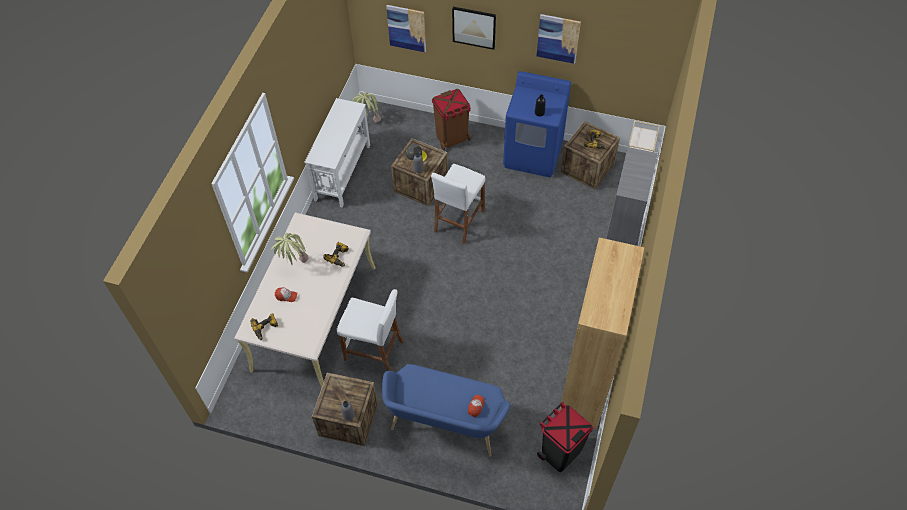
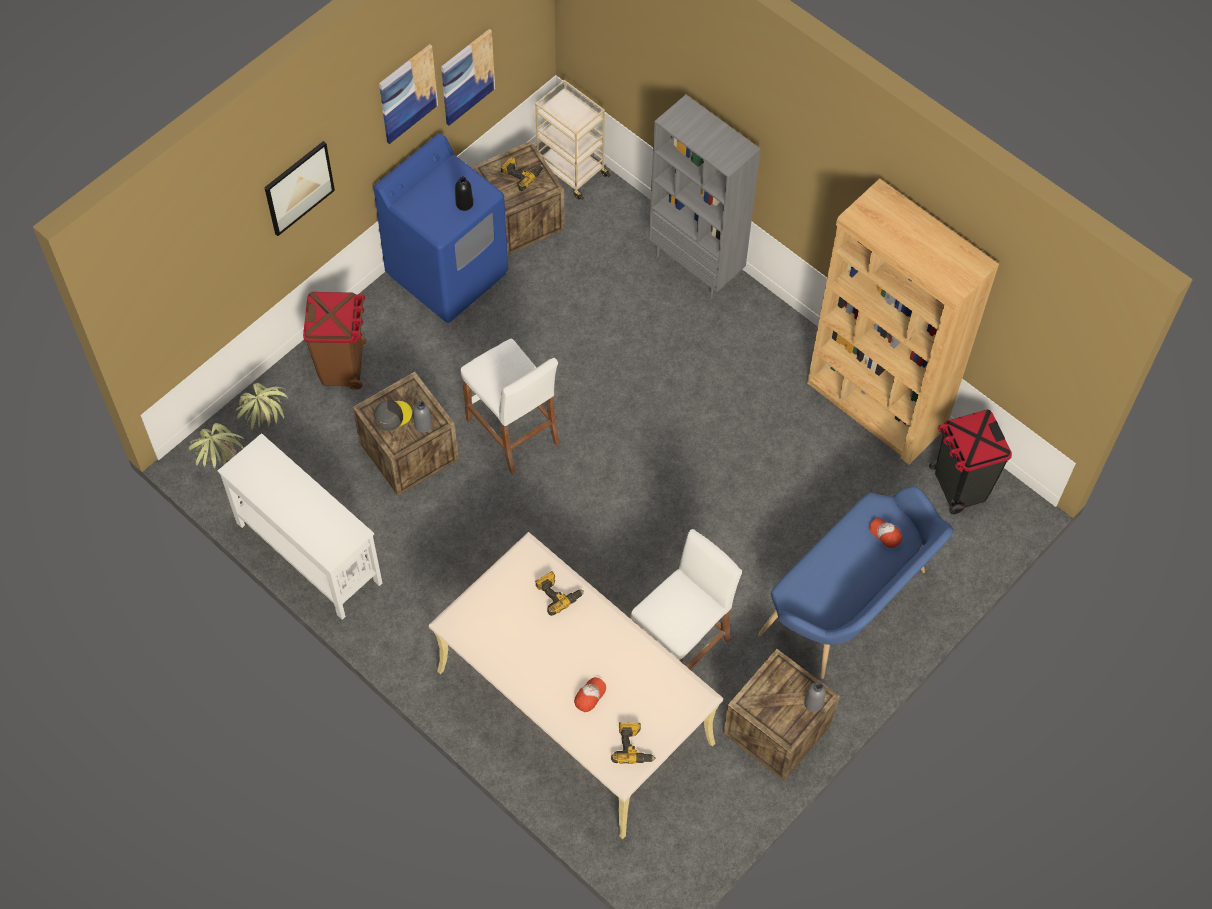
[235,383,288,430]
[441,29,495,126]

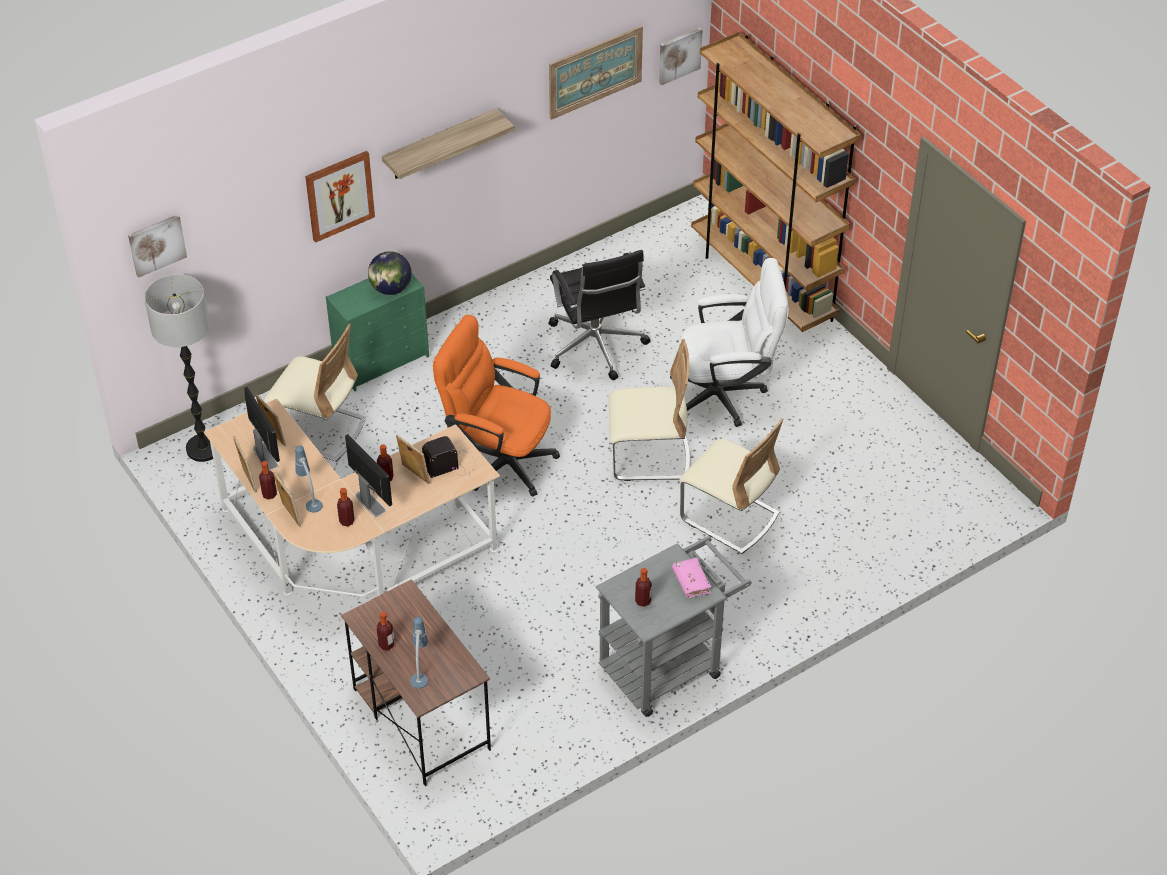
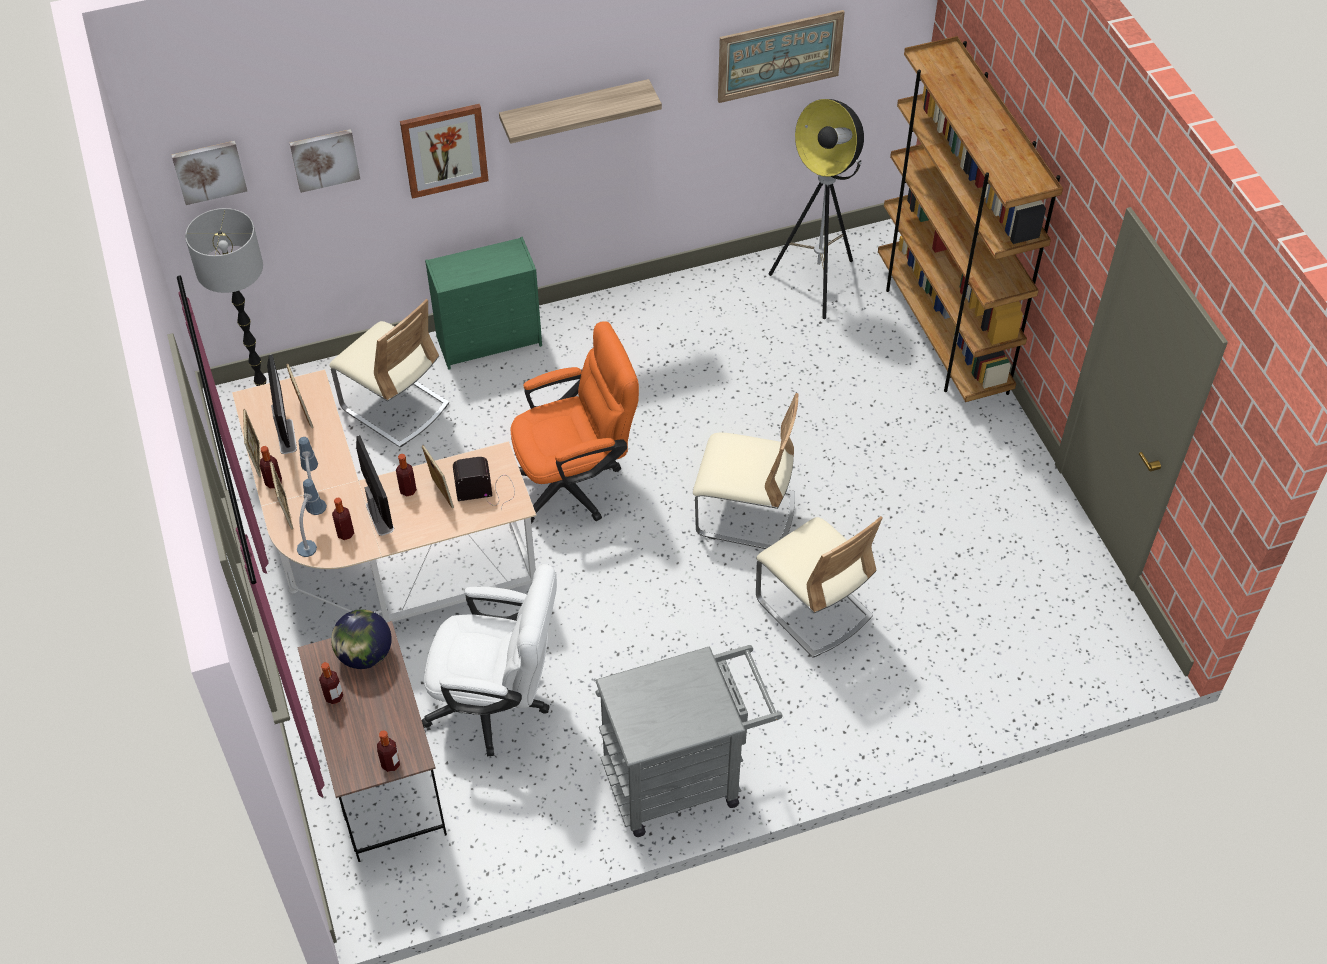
[331,609,392,669]
[297,479,323,557]
[510,321,639,524]
[548,250,651,380] (first image)
[377,730,400,772]
[290,129,360,193]
[422,564,557,756]
[672,558,711,598] (first image)
[769,99,864,319]

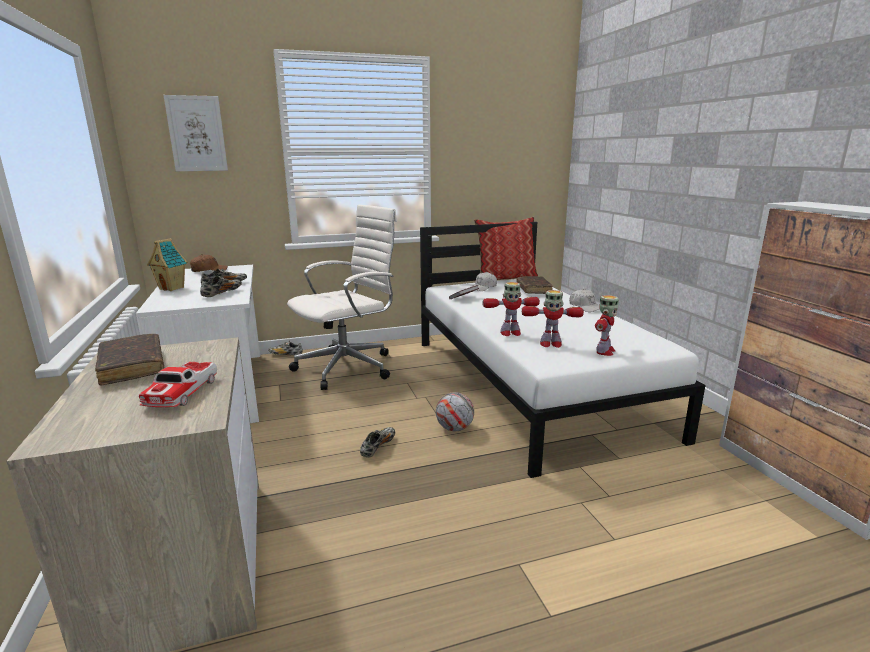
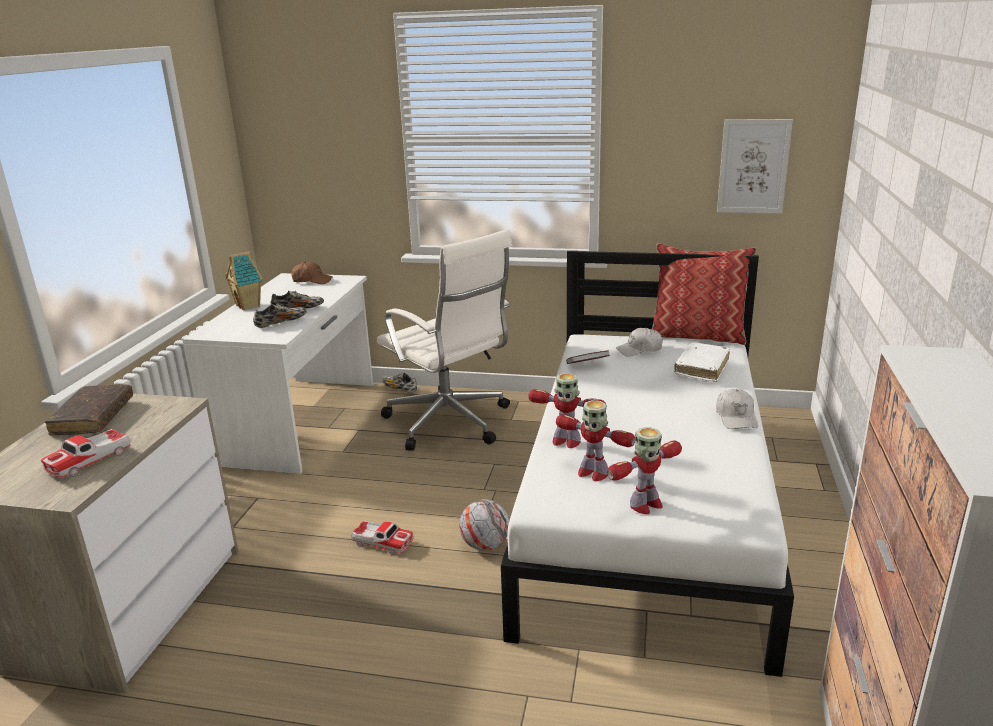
[717,119,793,214]
[377,229,512,451]
[351,521,414,555]
[674,343,730,382]

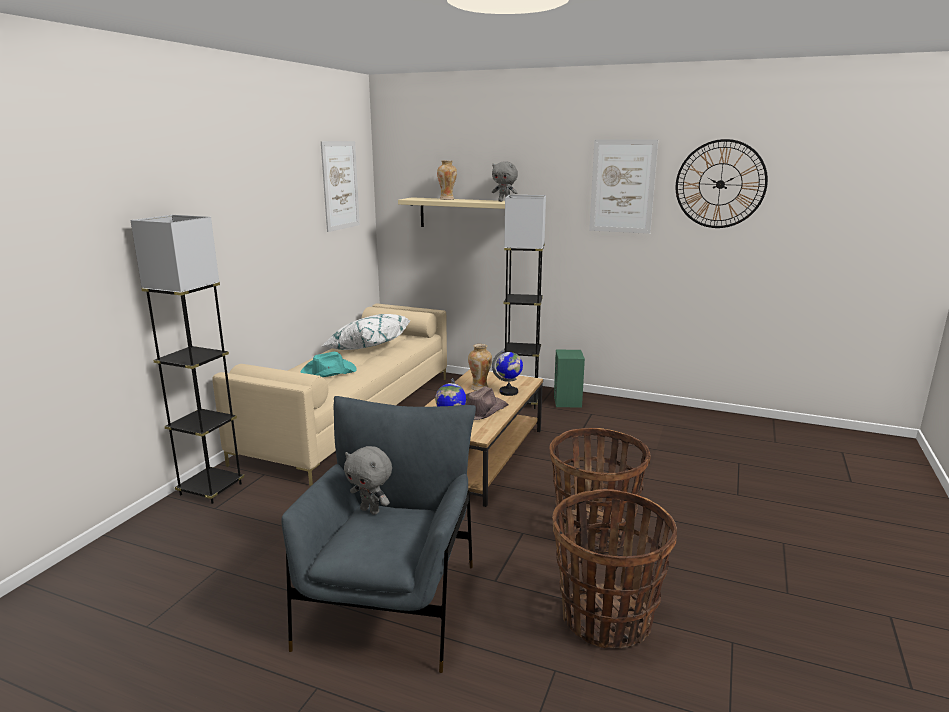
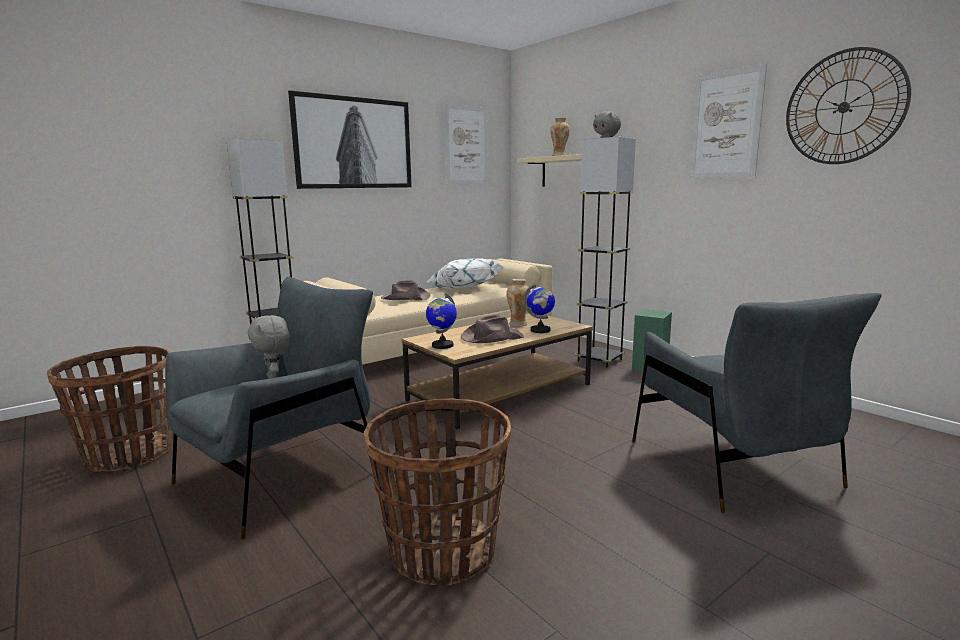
[381,280,430,300]
[47,346,171,472]
[288,90,412,189]
[632,293,881,513]

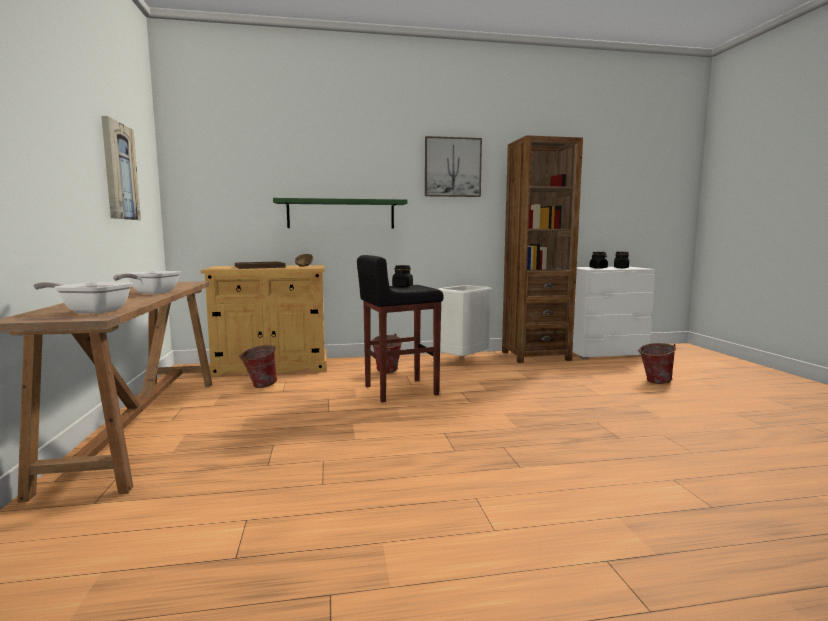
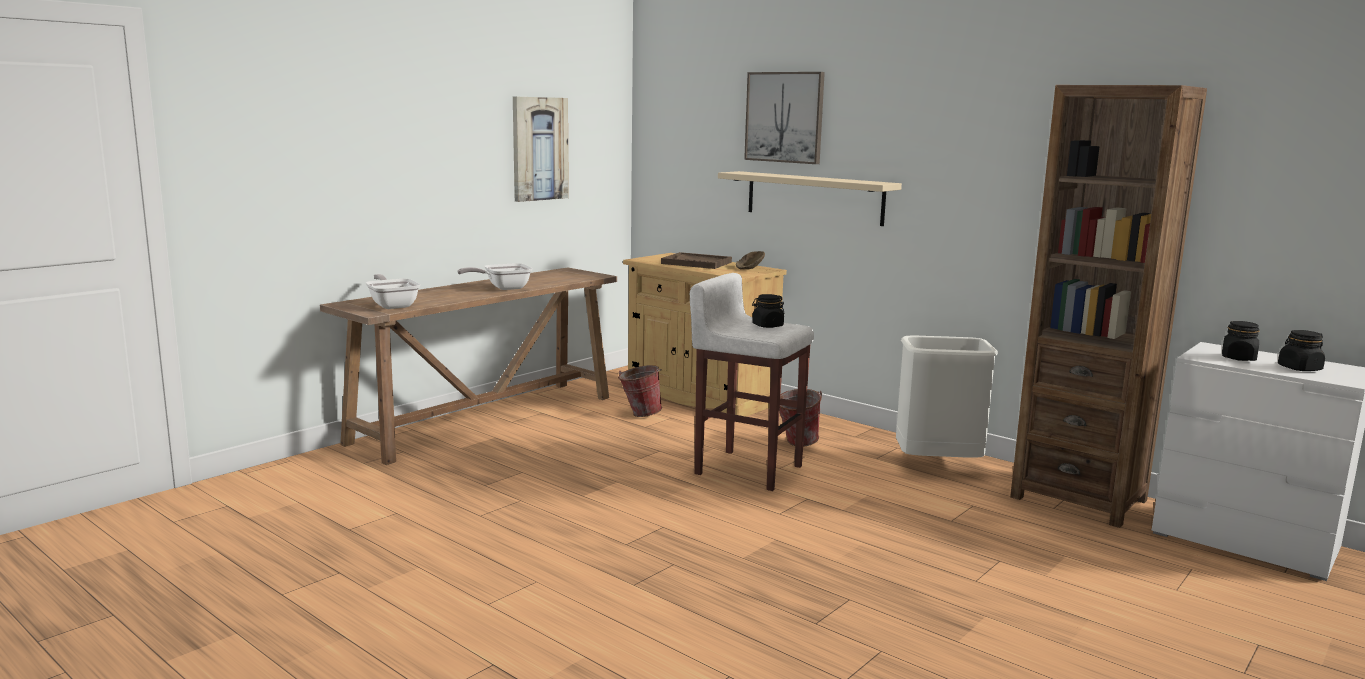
[718,171,902,226]
[690,273,814,491]
[744,72,825,164]
[637,343,676,384] (first image)

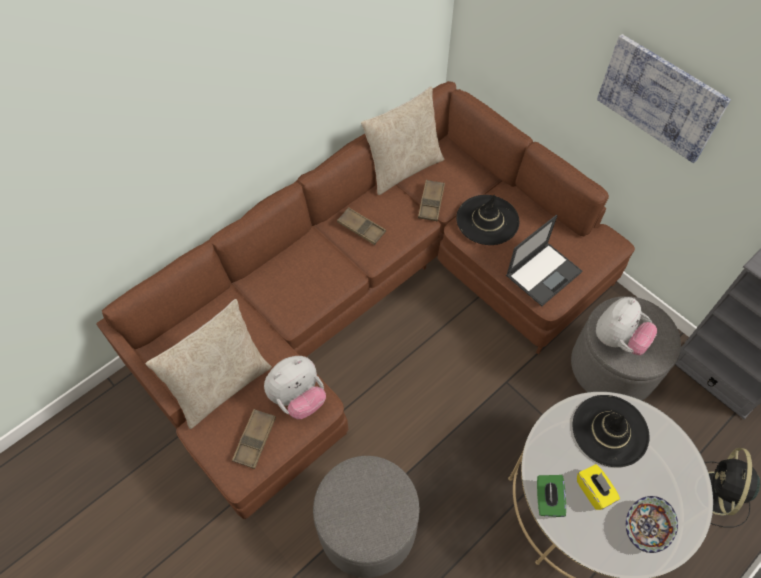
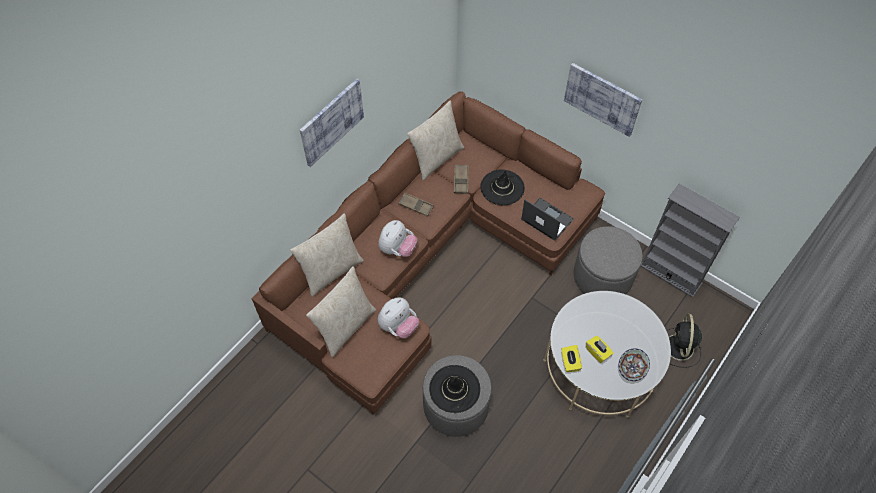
[232,409,276,469] (first image)
[521,198,574,241]
[562,345,582,372]
[429,365,480,413]
[378,220,417,257]
[290,213,364,296]
[300,79,364,167]

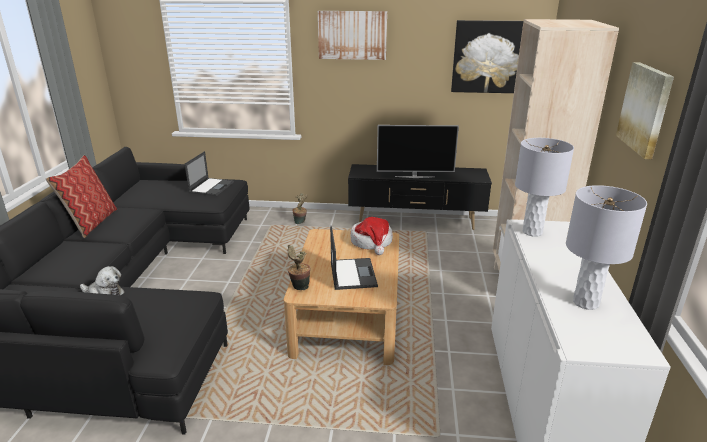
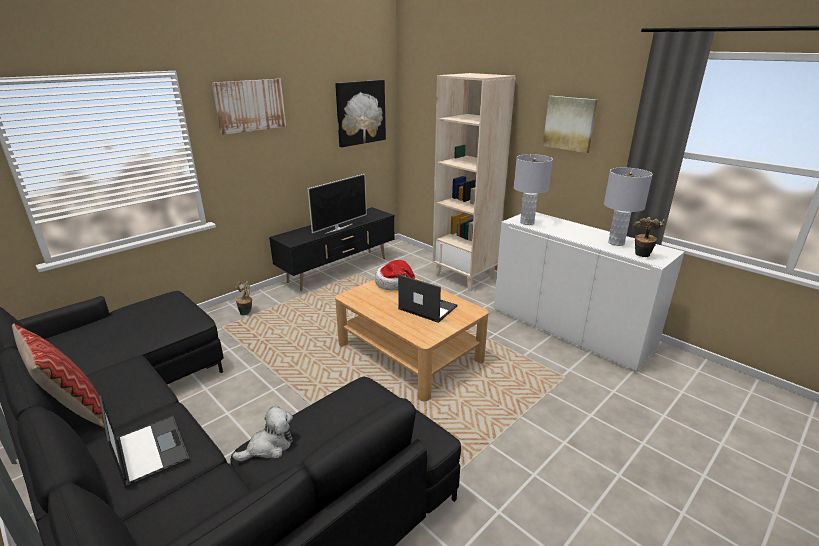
[99,395,190,489]
[633,217,665,257]

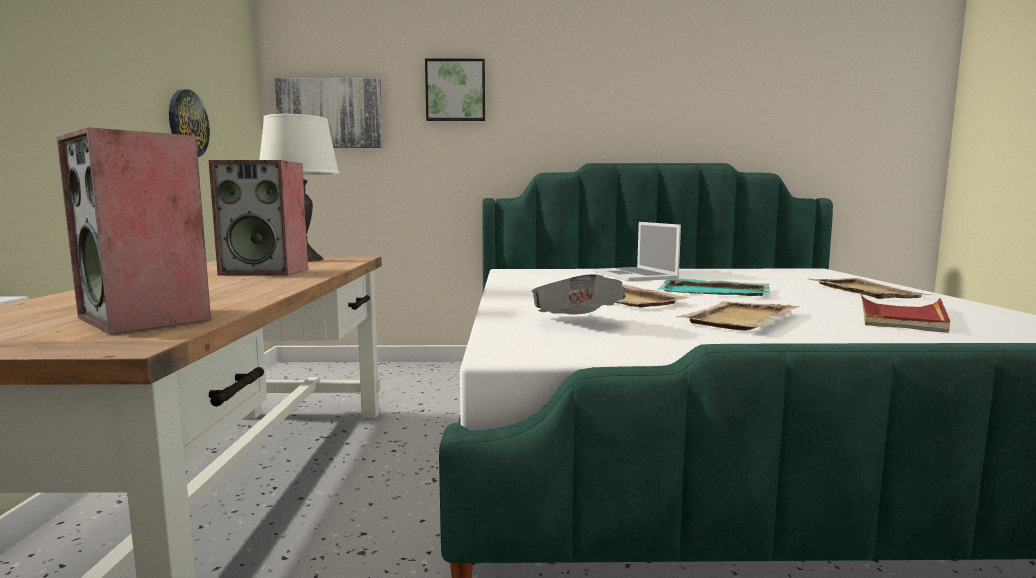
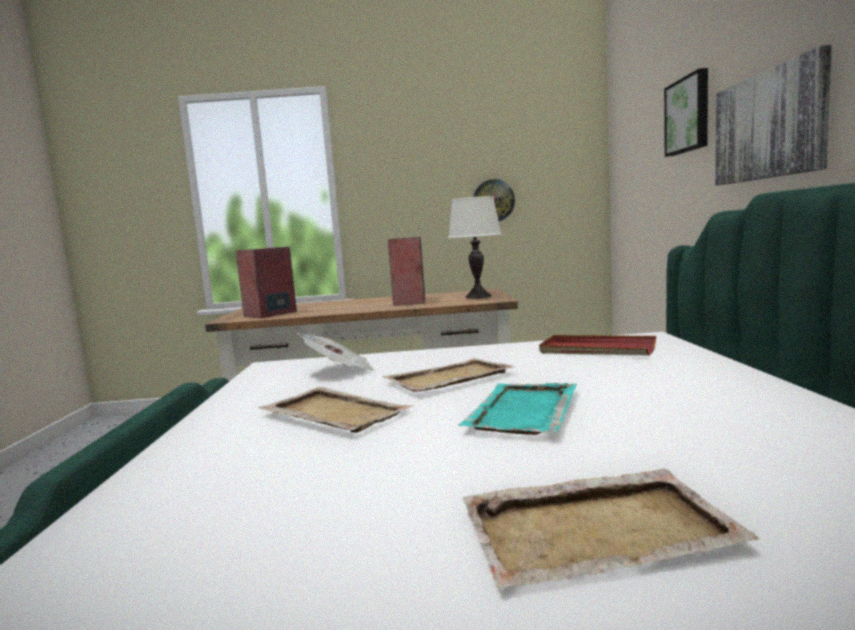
[715,45,832,185]
[593,222,681,281] (first image)
[539,335,656,356]

